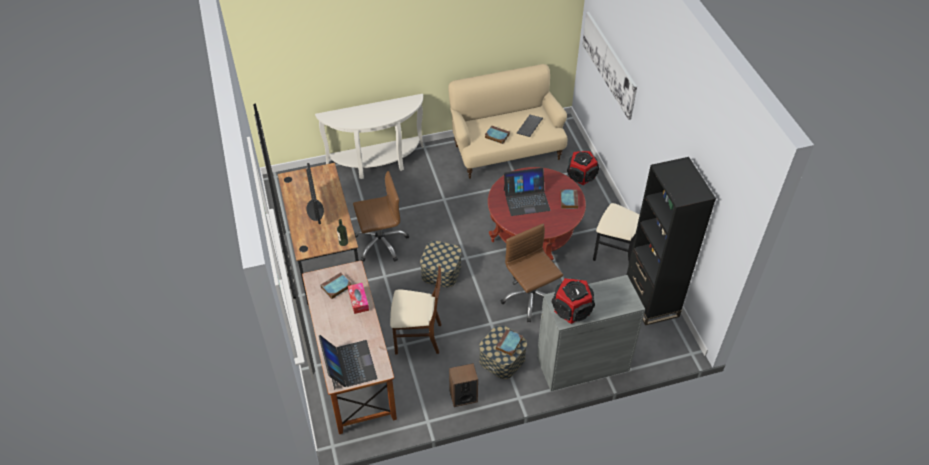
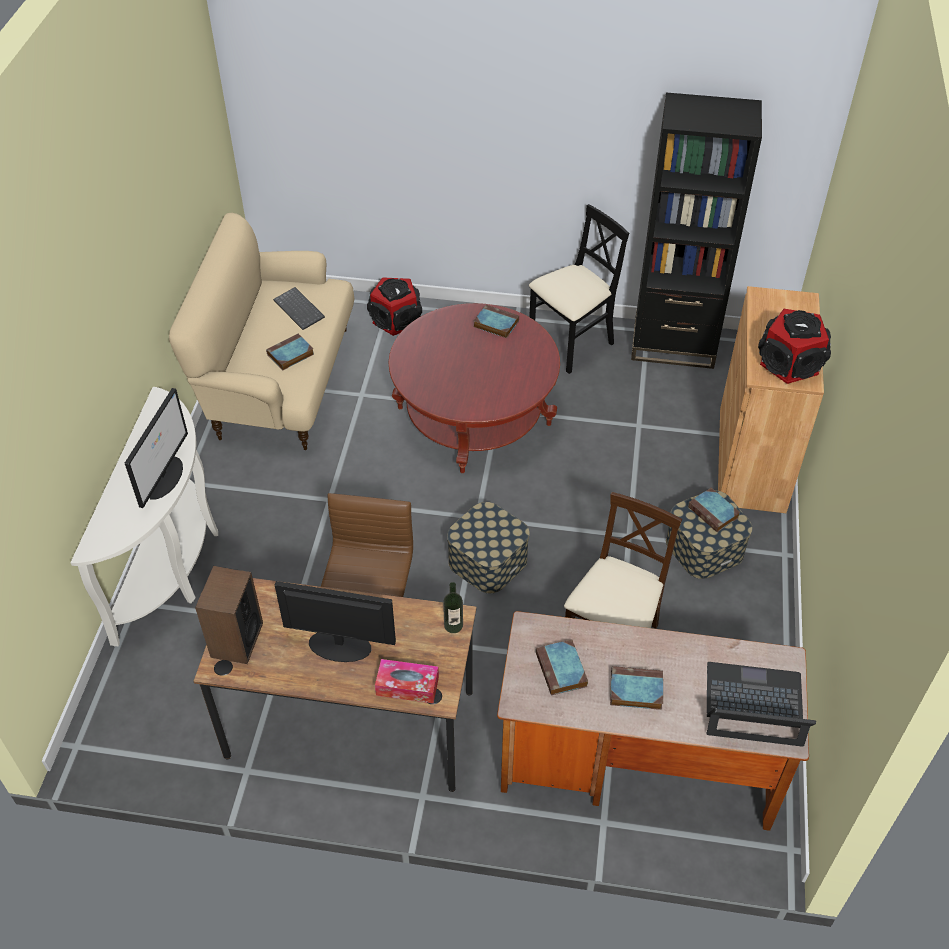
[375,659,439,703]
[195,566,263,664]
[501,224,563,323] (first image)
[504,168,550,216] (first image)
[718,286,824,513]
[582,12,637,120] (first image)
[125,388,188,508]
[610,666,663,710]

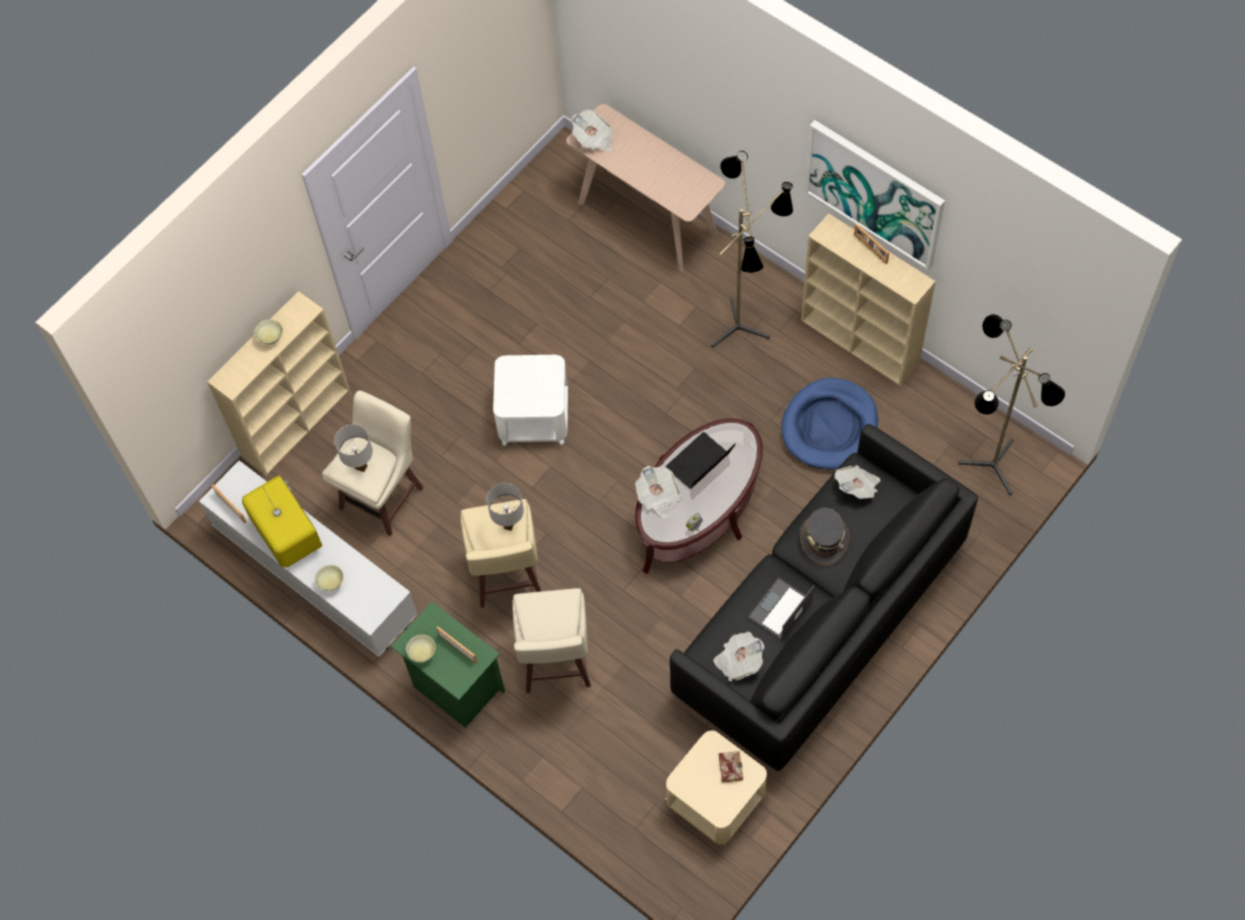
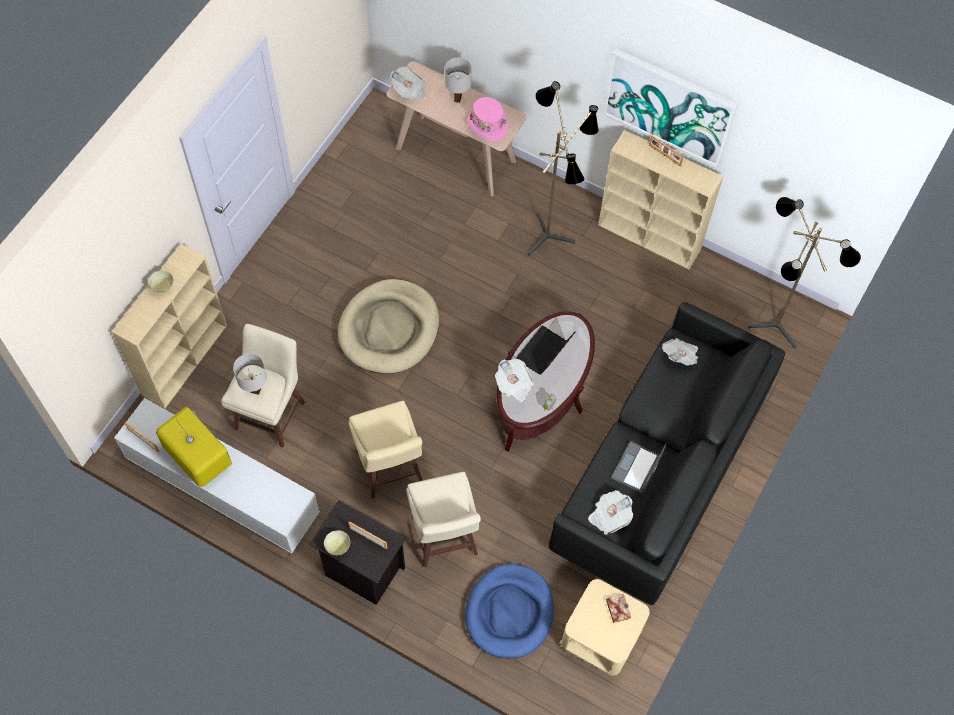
[315,565,344,591] (first image)
[309,500,406,605]
[444,58,472,103]
[338,279,439,374]
[465,564,554,658]
[800,508,850,566] (first image)
[467,97,508,141]

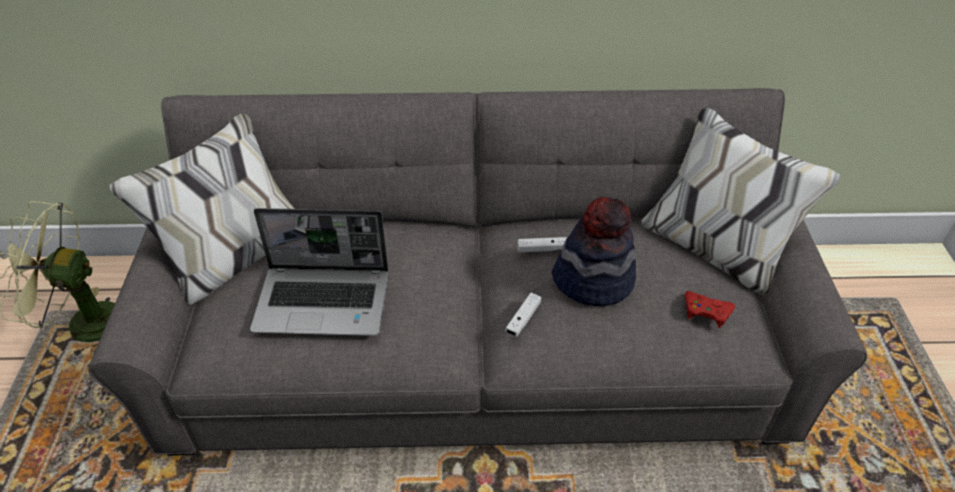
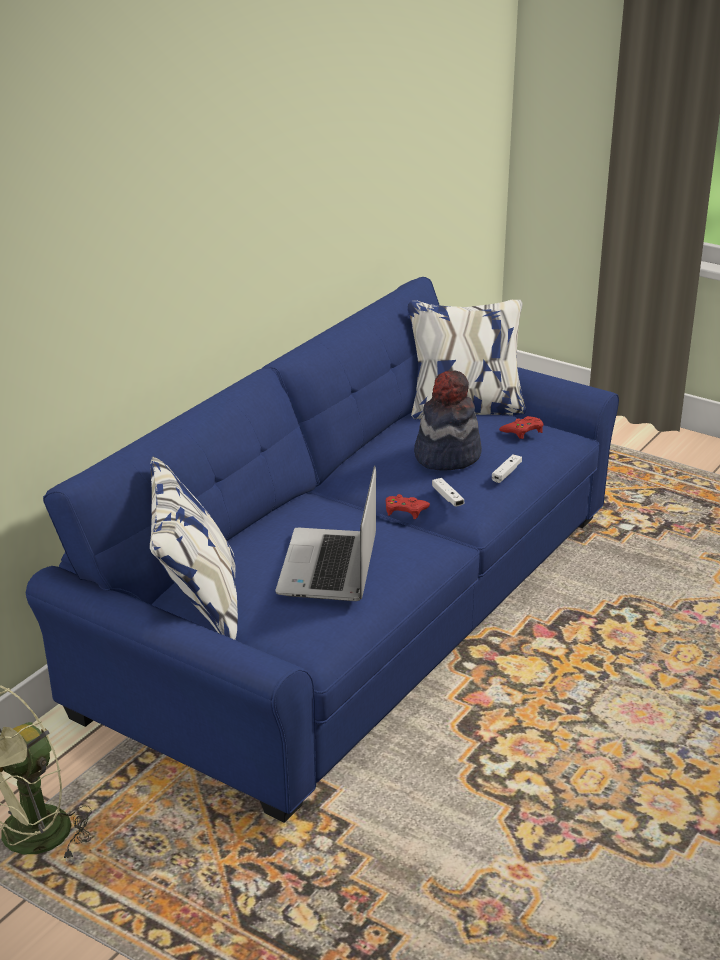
[26,277,619,823]
[275,466,376,601]
[492,454,522,483]
[386,494,430,519]

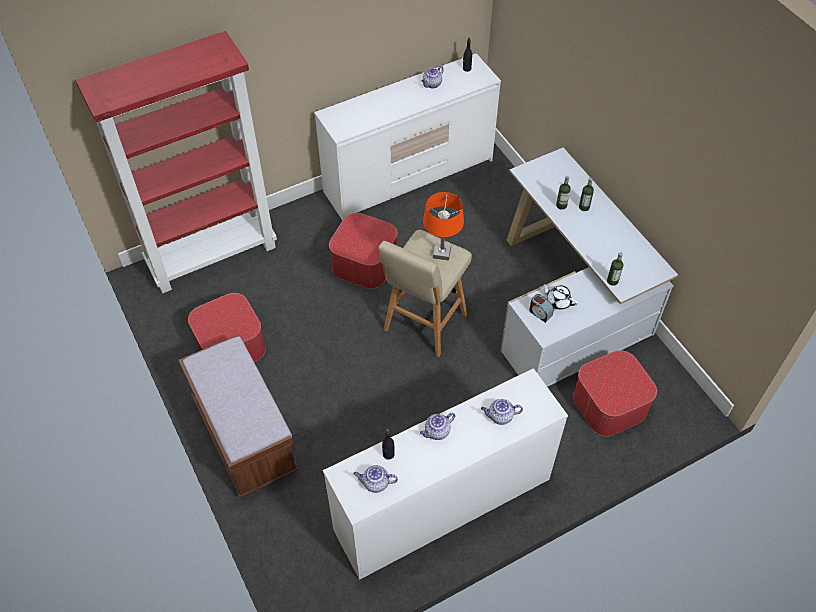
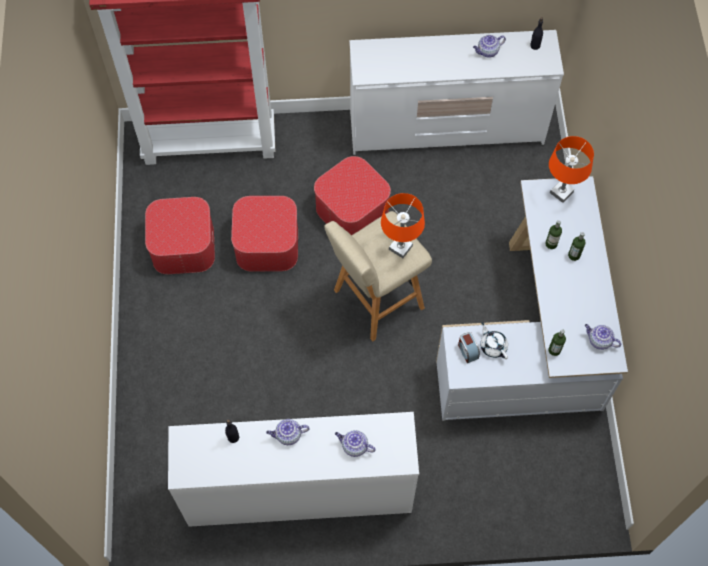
[178,335,299,498] (first image)
[585,324,621,350]
[231,196,298,272]
[549,136,594,203]

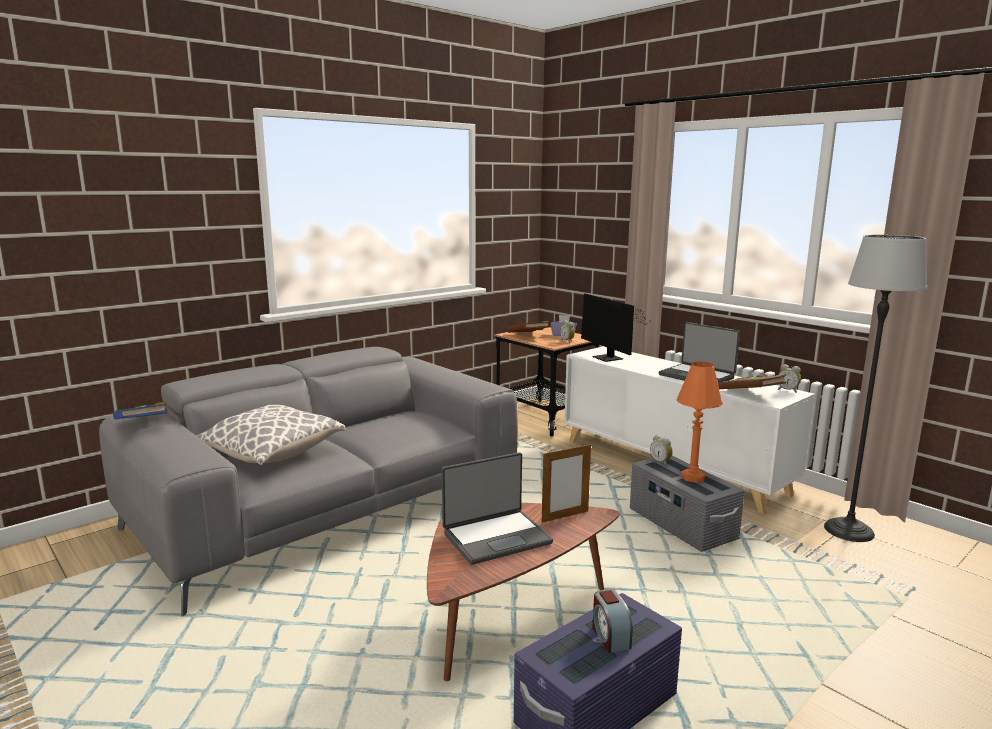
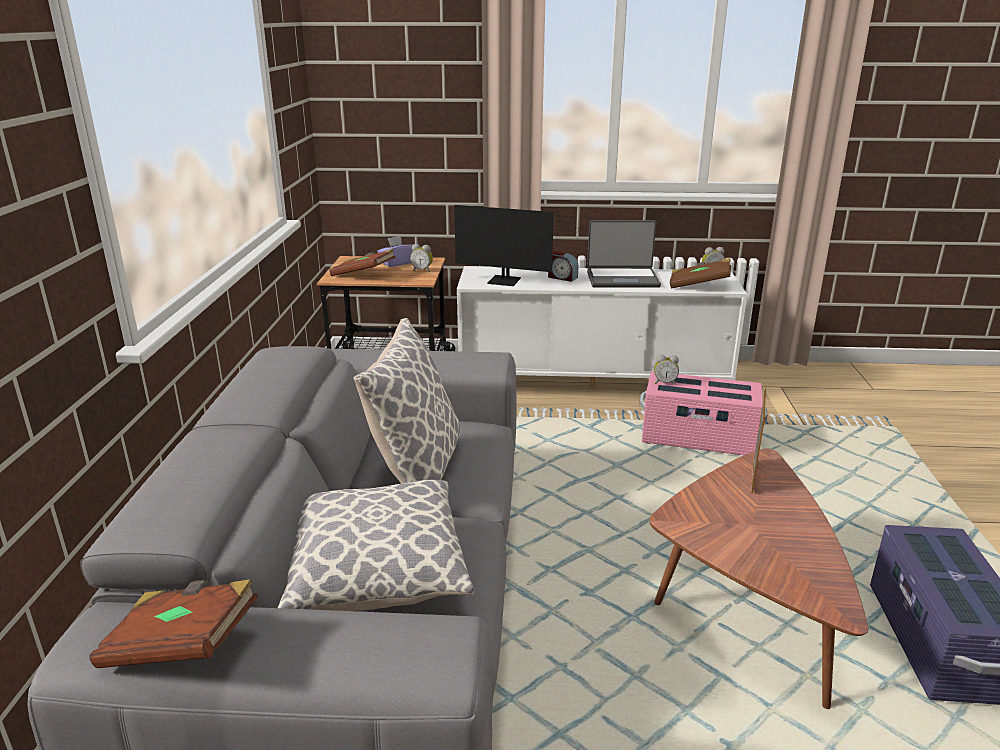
[89,579,258,668]
[442,452,553,565] (first image)
[548,251,578,282]
[639,371,767,455]
[677,362,723,483] (first image)
[824,235,927,542] (first image)
[354,318,461,484]

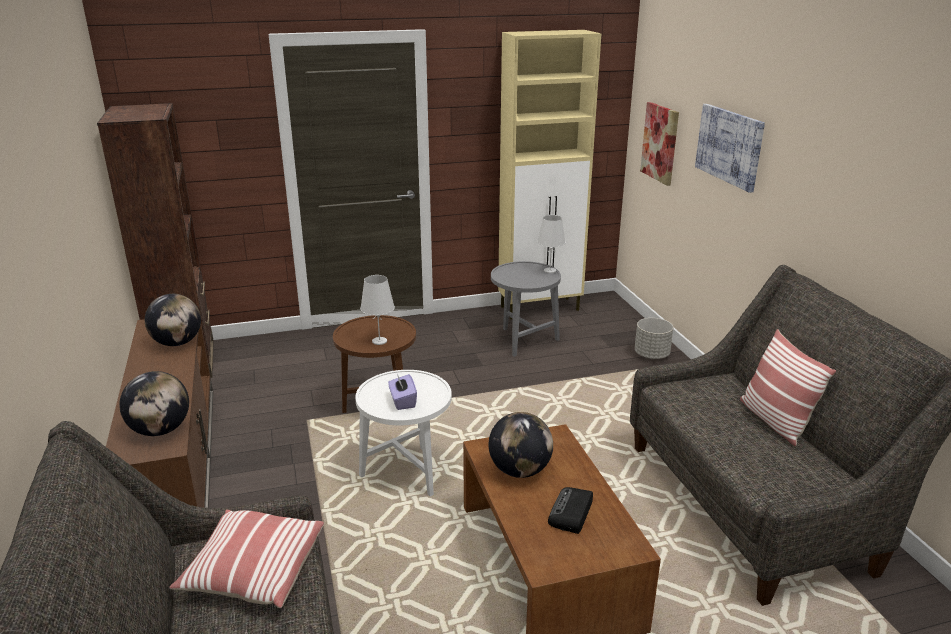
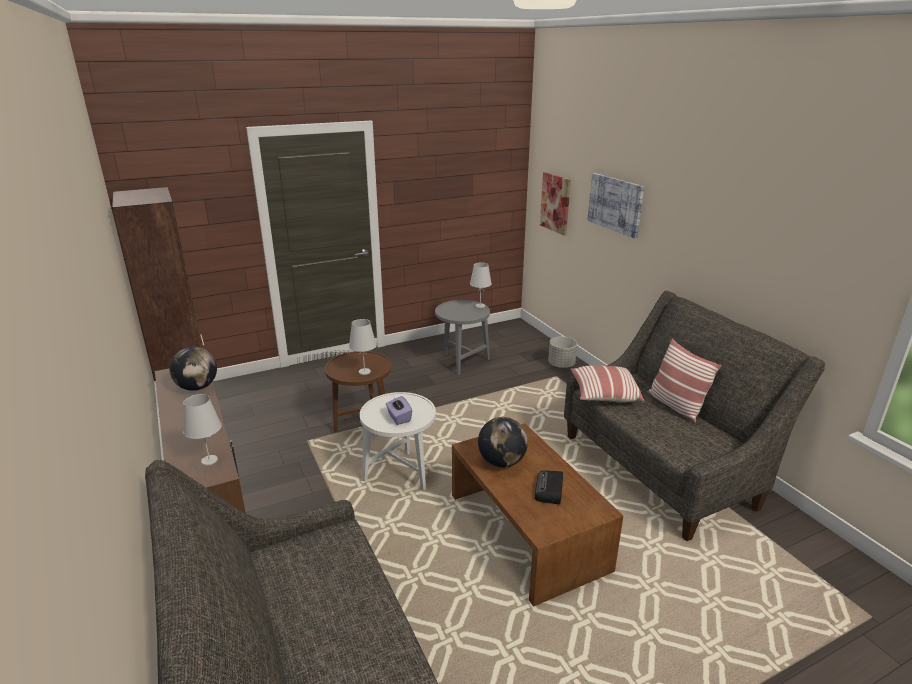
[183,394,222,465]
[570,365,644,403]
[498,30,601,319] (first image)

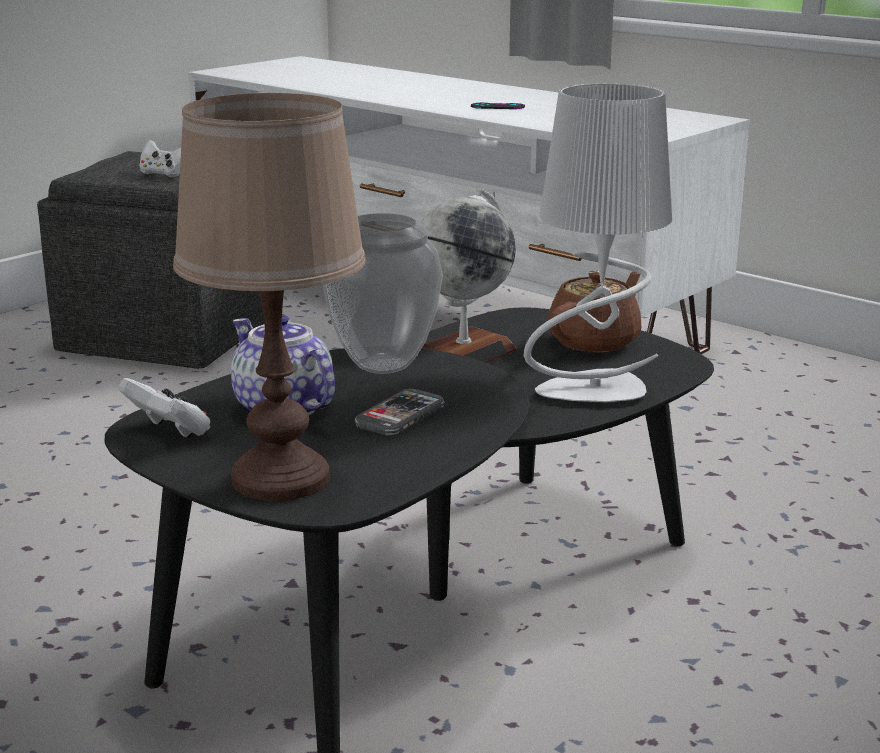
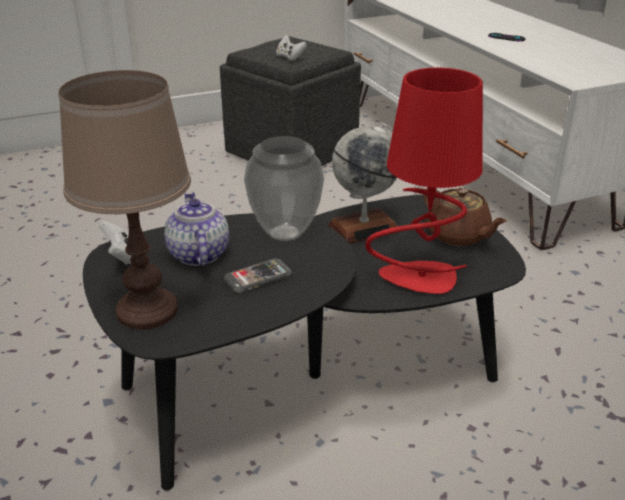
[365,67,483,294]
[423,188,507,246]

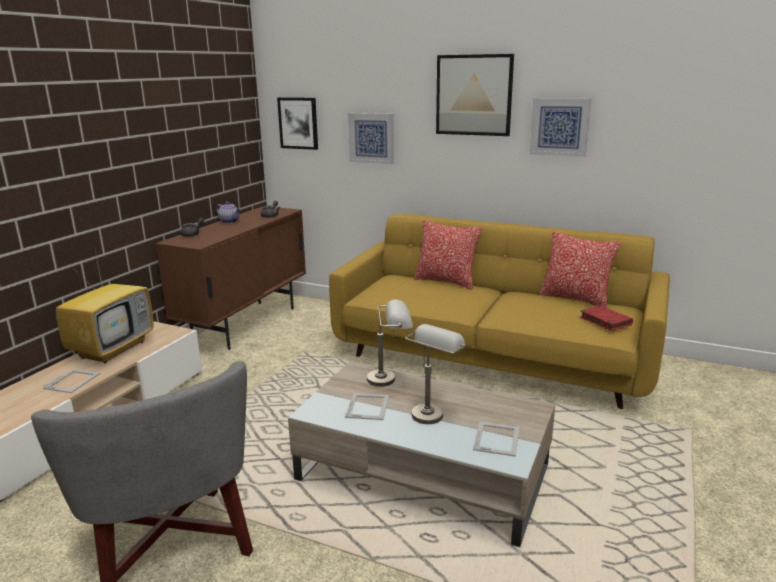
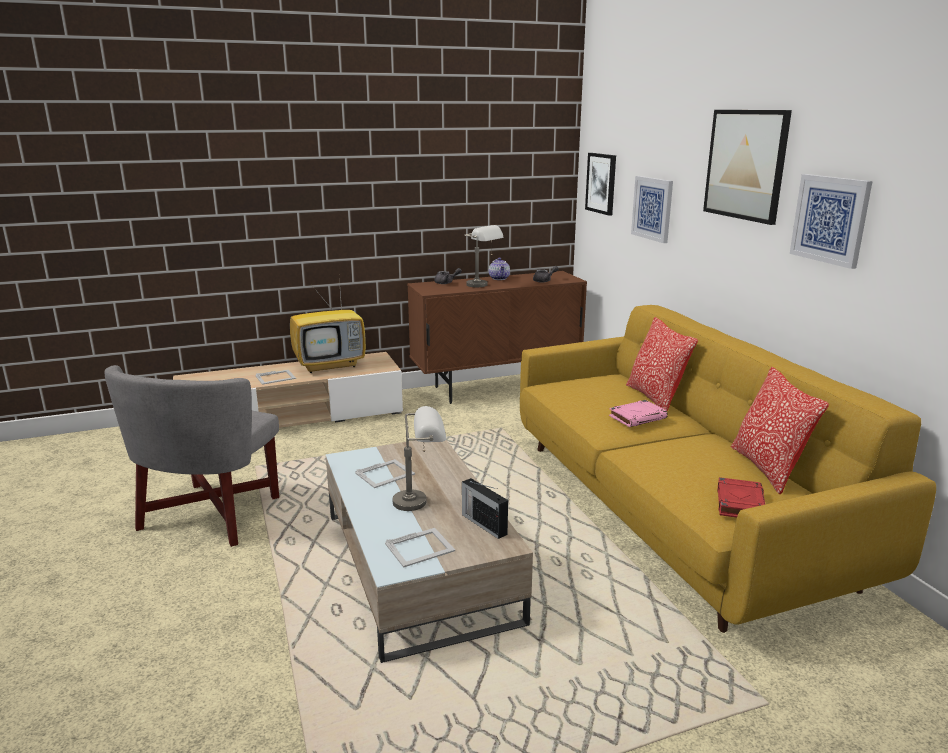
[464,225,503,287]
[462,478,508,539]
[609,400,668,427]

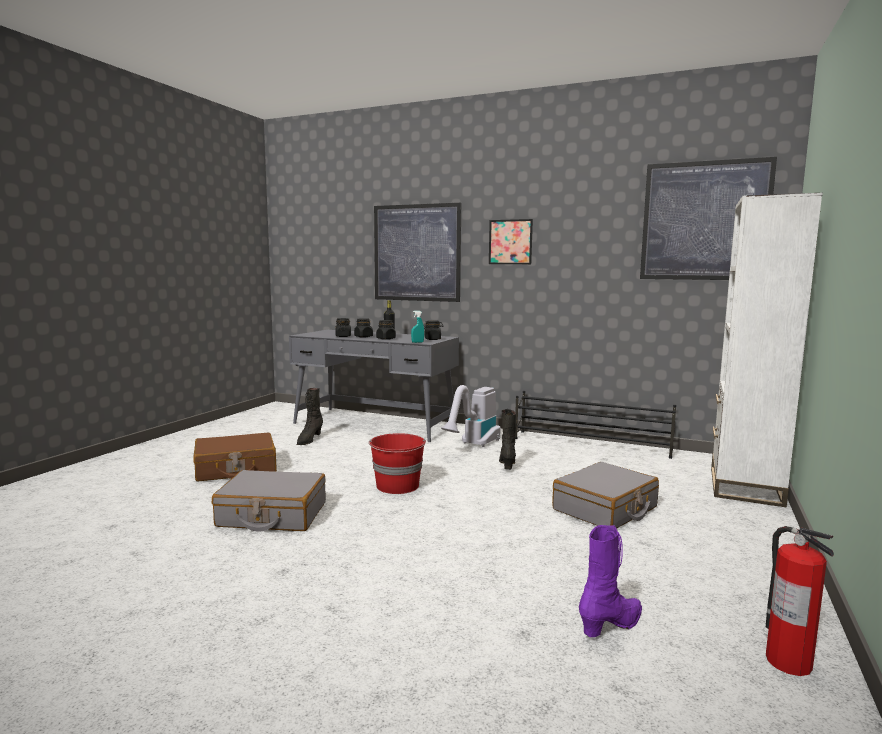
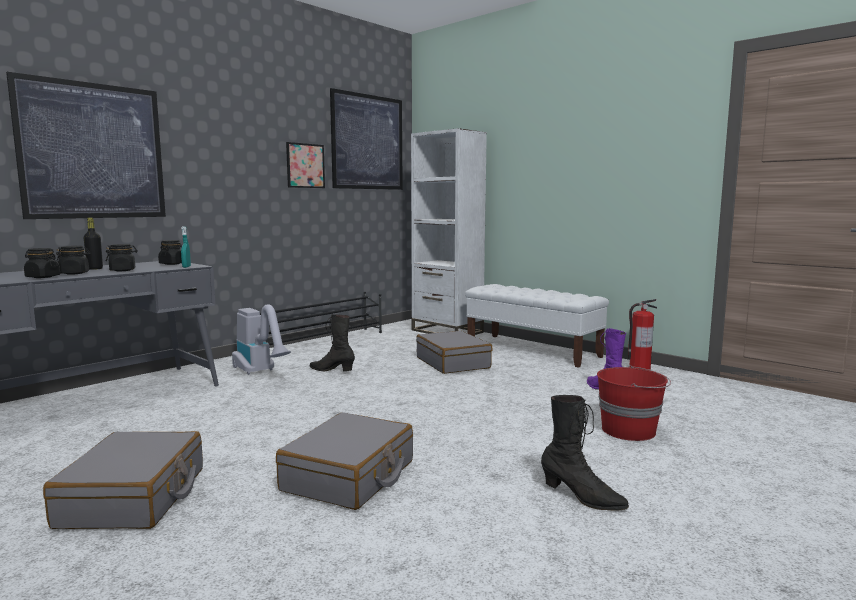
[43,431,203,529]
[541,395,629,511]
[597,365,671,441]
[286,142,325,188]
[465,284,609,368]

